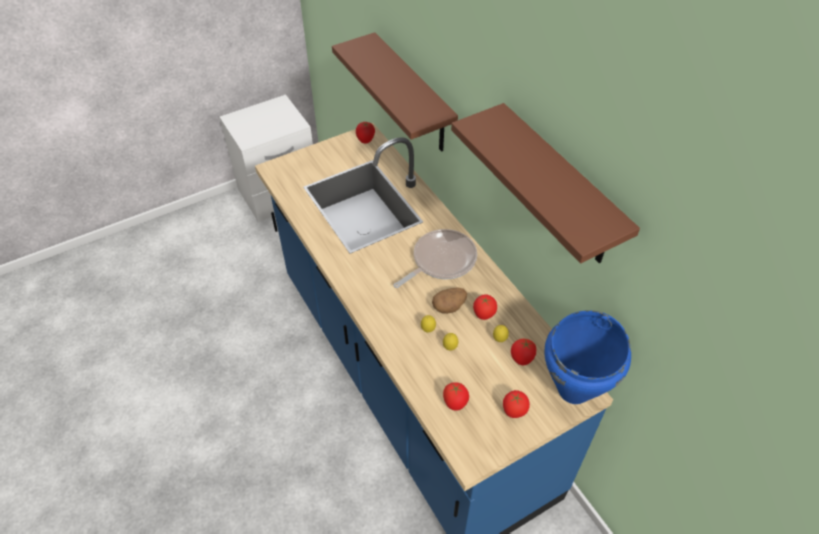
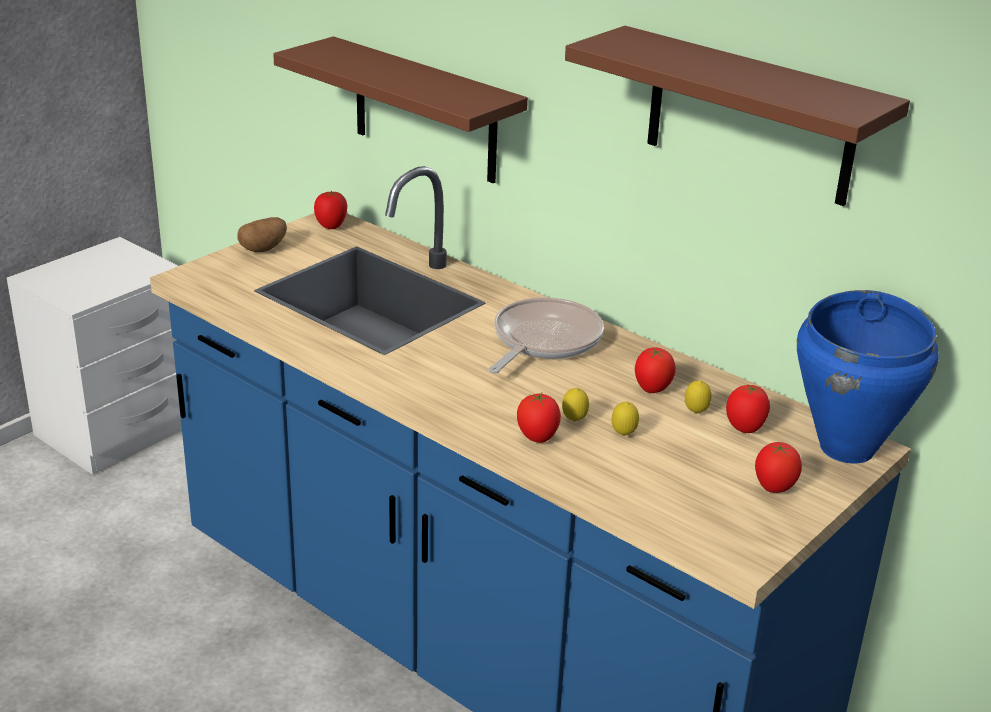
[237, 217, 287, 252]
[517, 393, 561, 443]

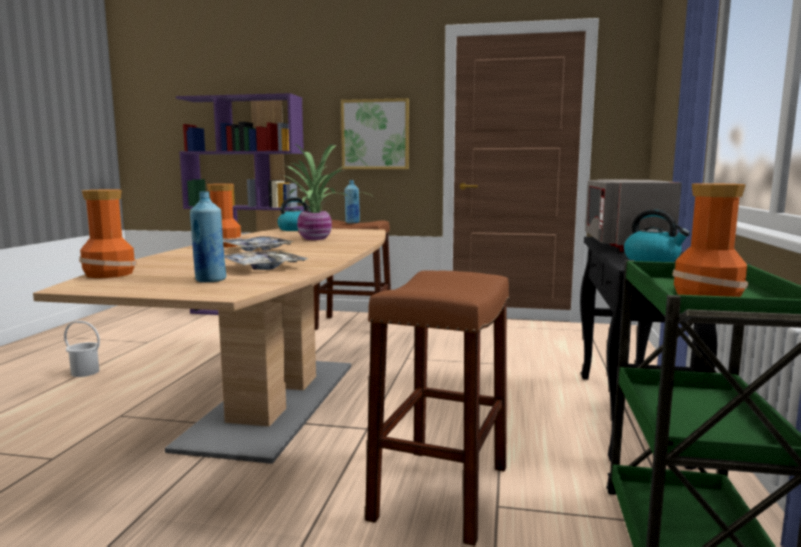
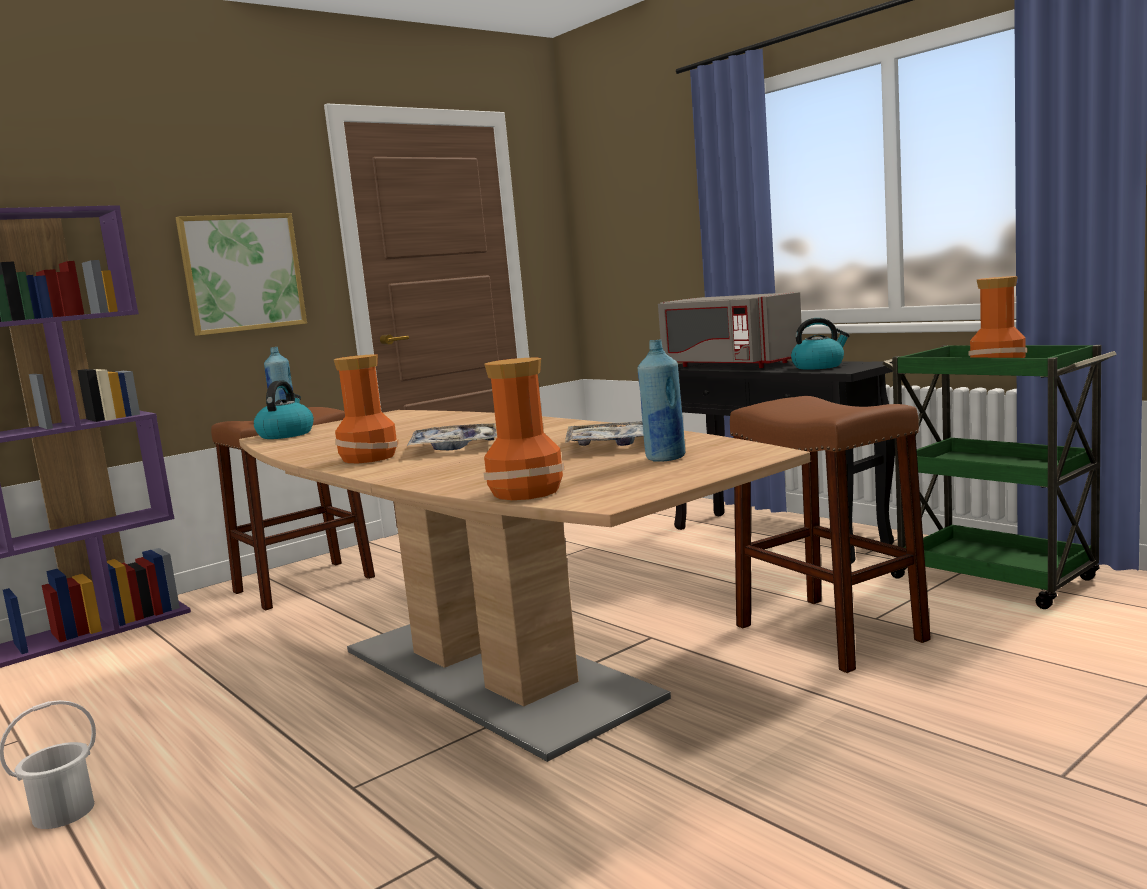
[269, 144, 372, 240] (first image)

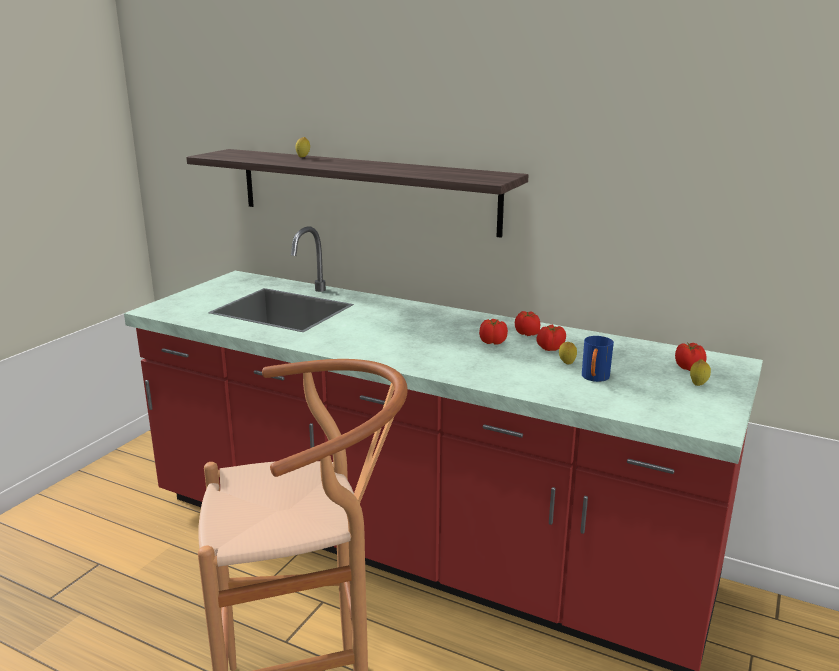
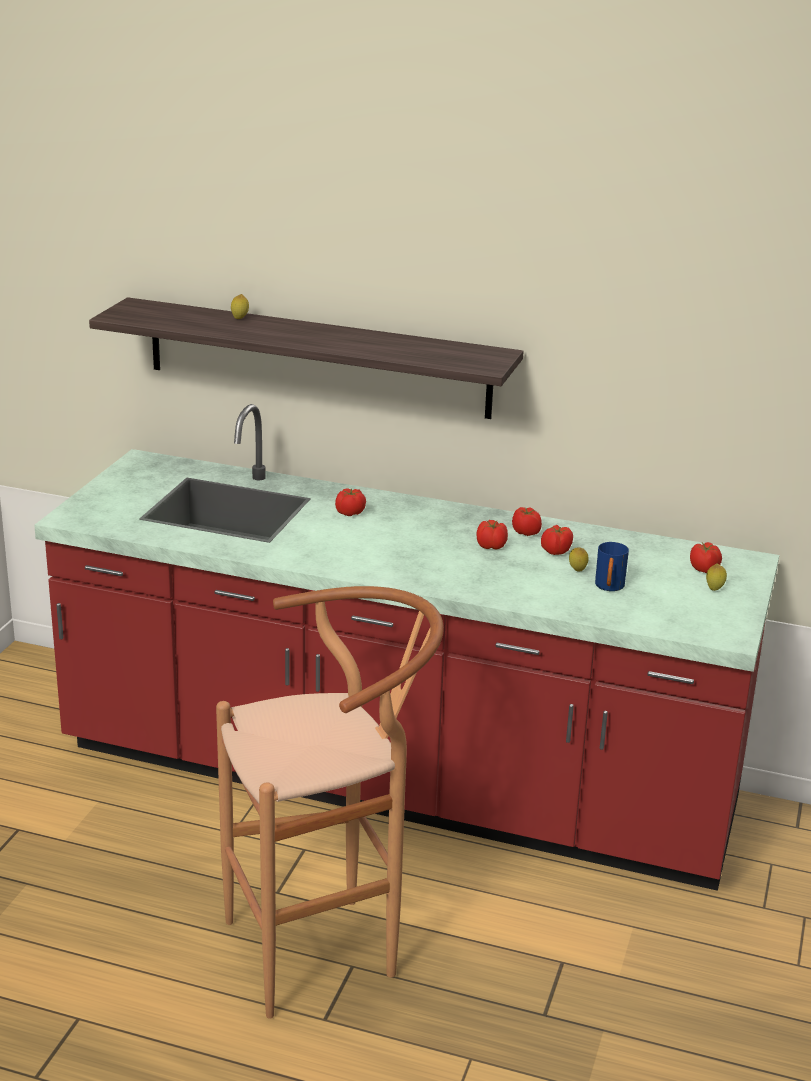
[335, 488, 366, 516]

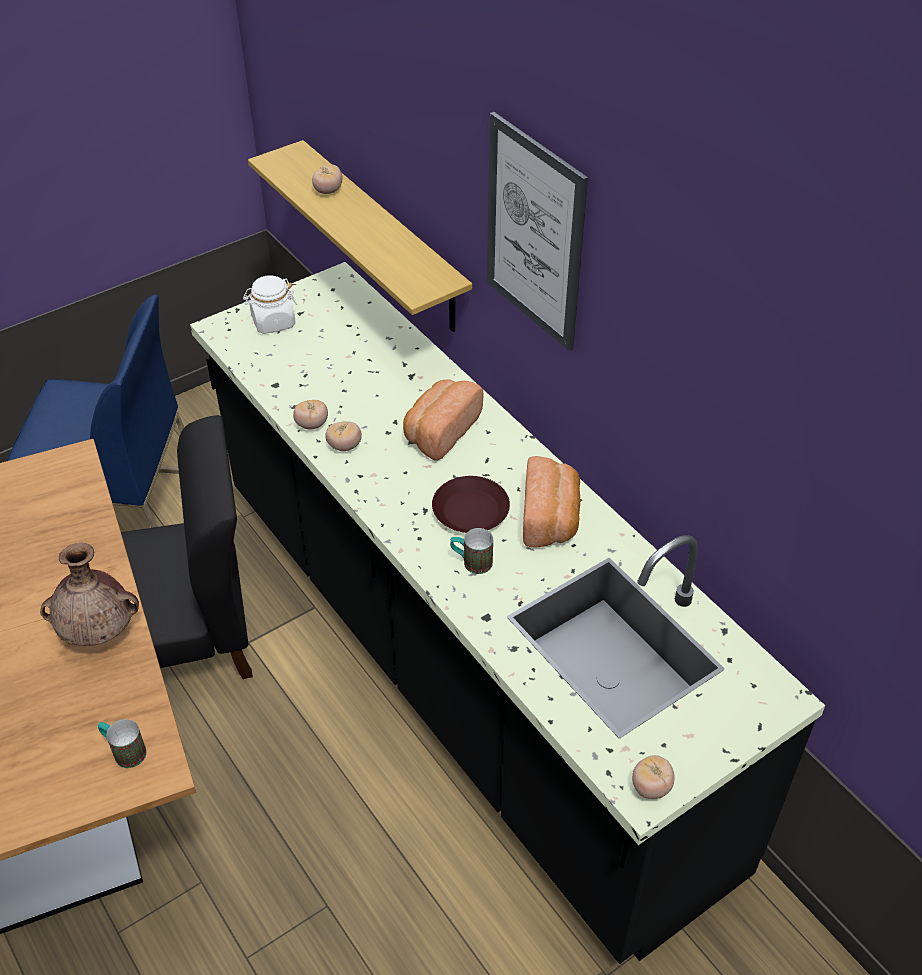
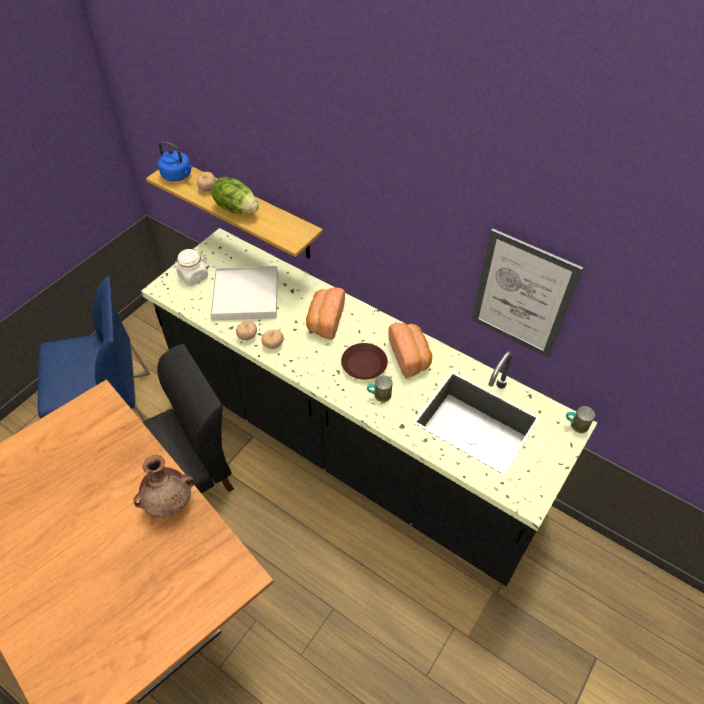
[471, 228, 583, 358]
[566, 406, 595, 433]
[632, 755, 675, 799] (first image)
[158, 141, 193, 181]
[211, 177, 259, 214]
[210, 266, 278, 321]

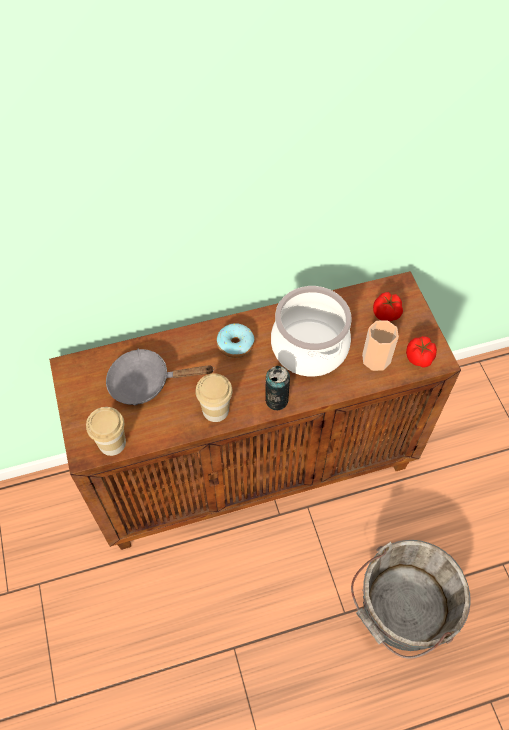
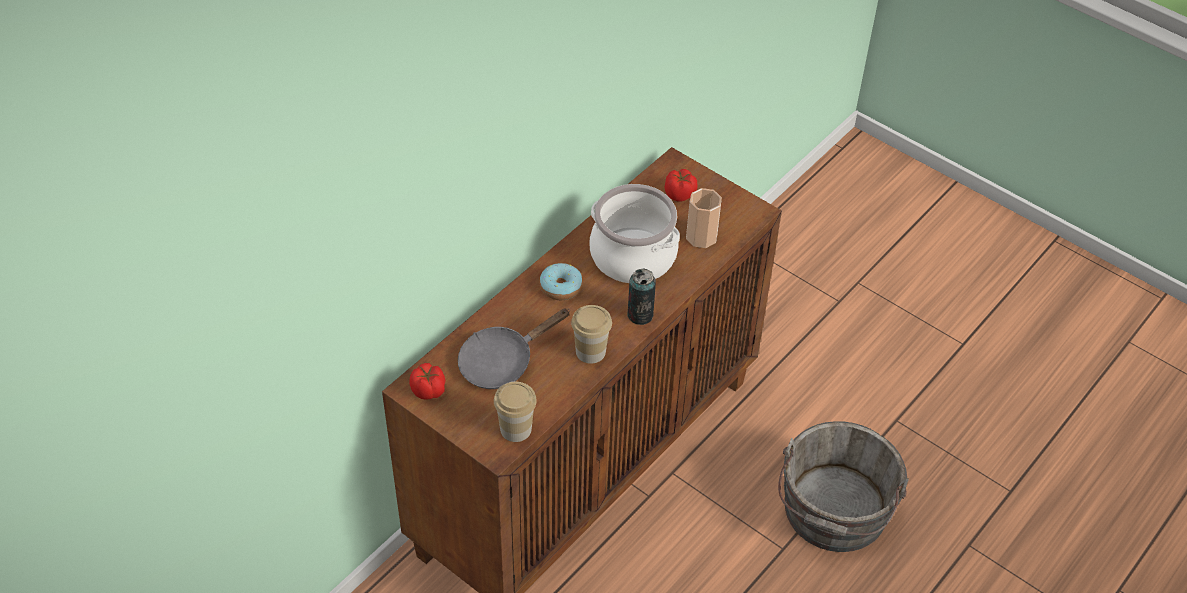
[409, 363, 445, 400]

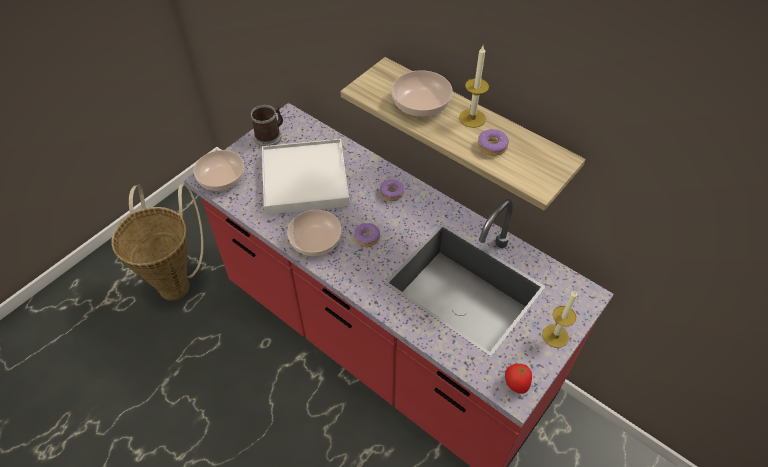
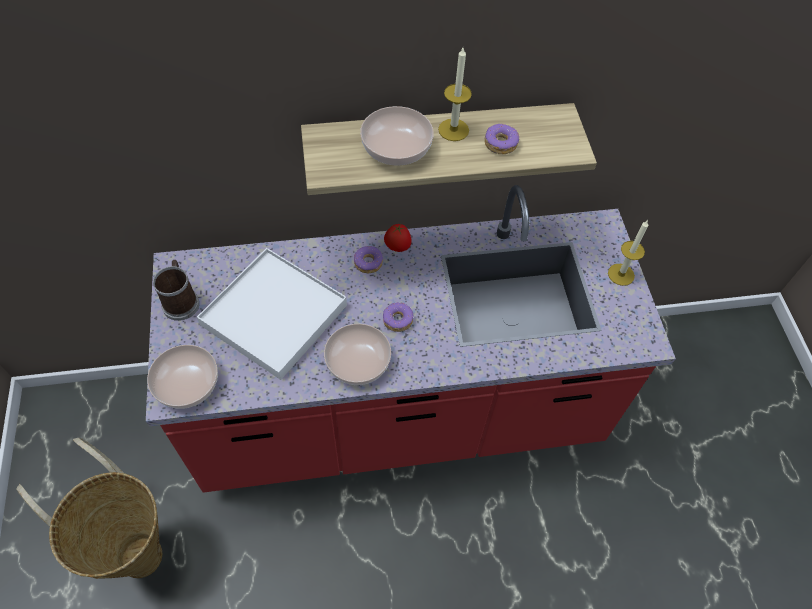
[384, 224, 411, 252]

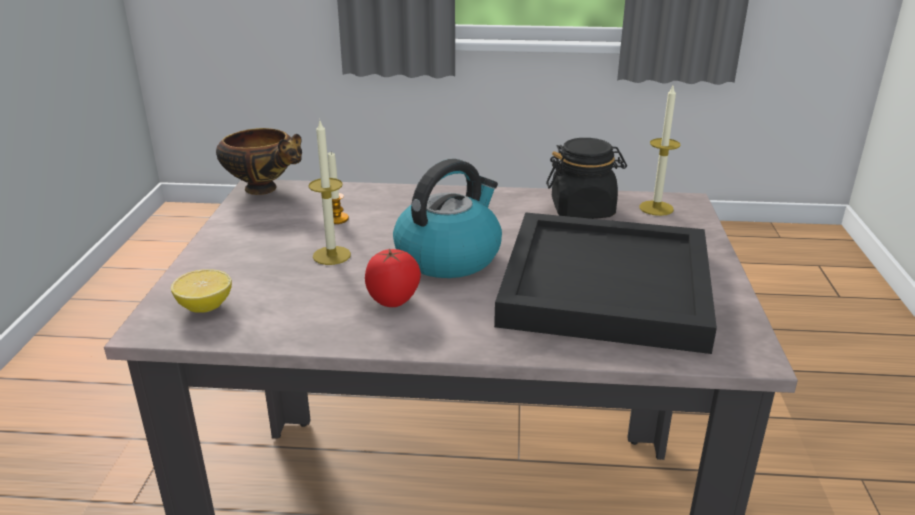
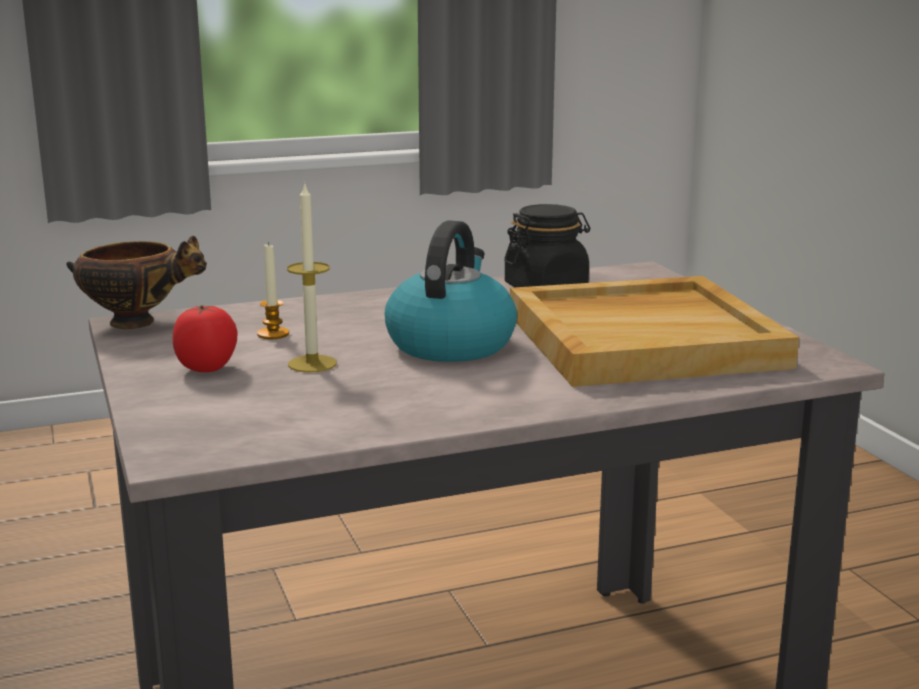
[639, 86, 680, 216] (first image)
[510, 276, 799, 387]
[173, 305, 238, 372]
[171, 269, 232, 313] (first image)

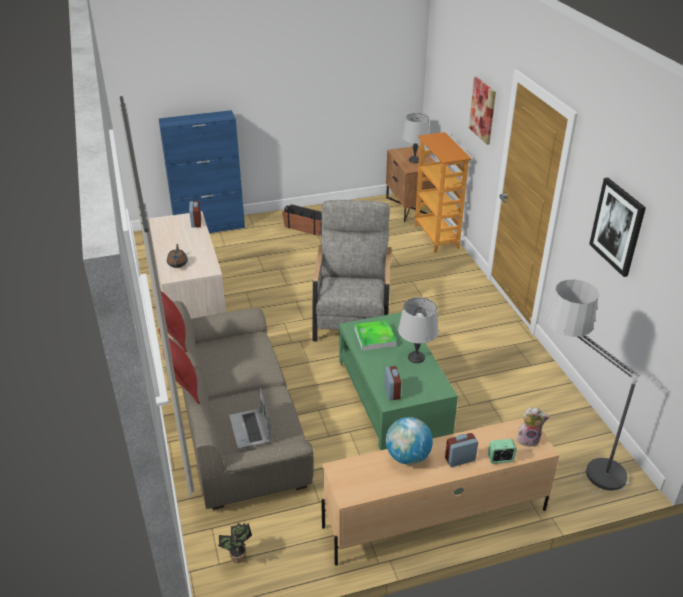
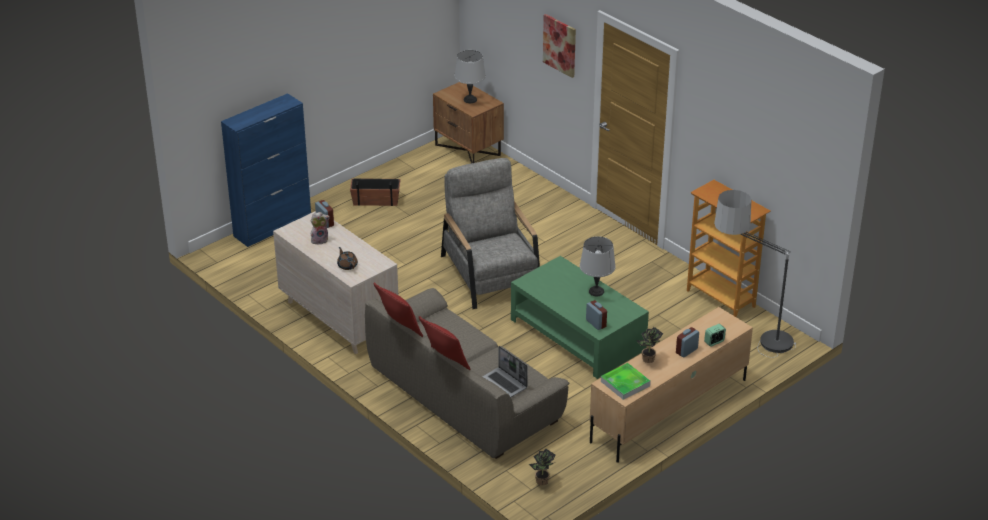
[687, 180, 770, 317]
[589, 177, 646, 277] (first image)
[601, 363, 651, 400]
[311, 212, 330, 245]
[636, 327, 663, 363]

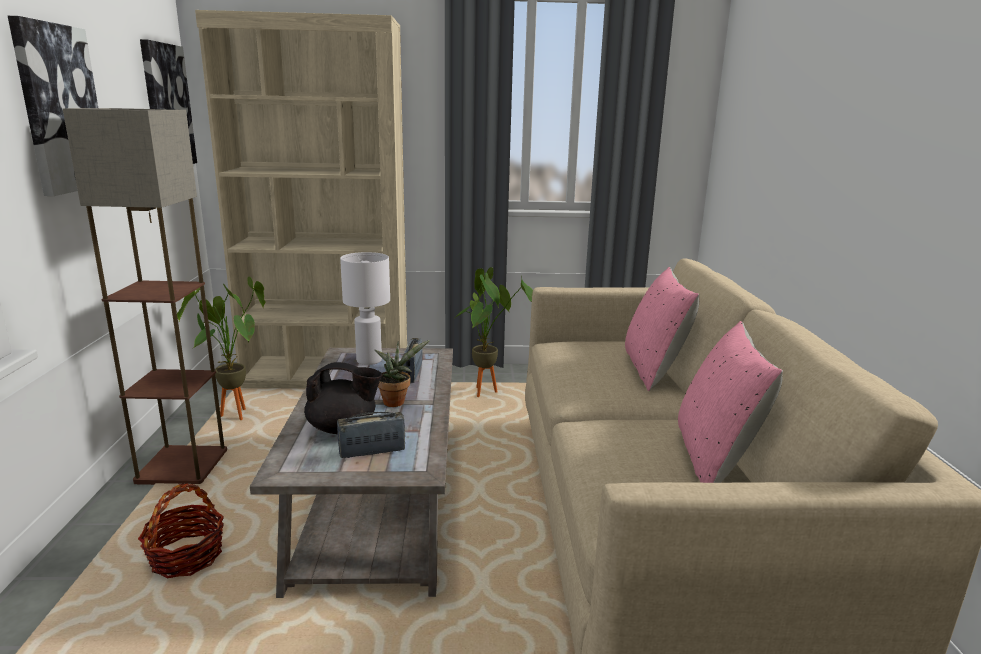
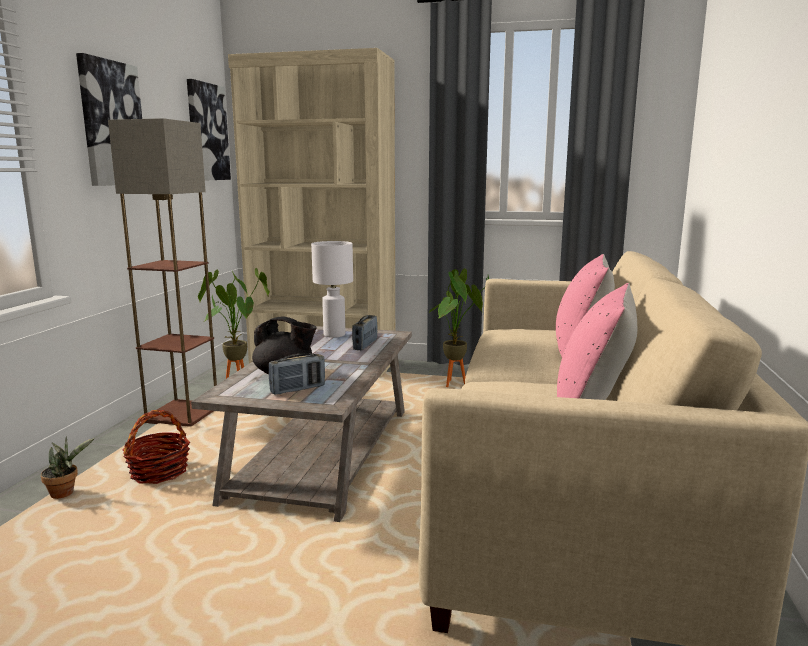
[41, 436, 95, 499]
[269, 353, 325, 395]

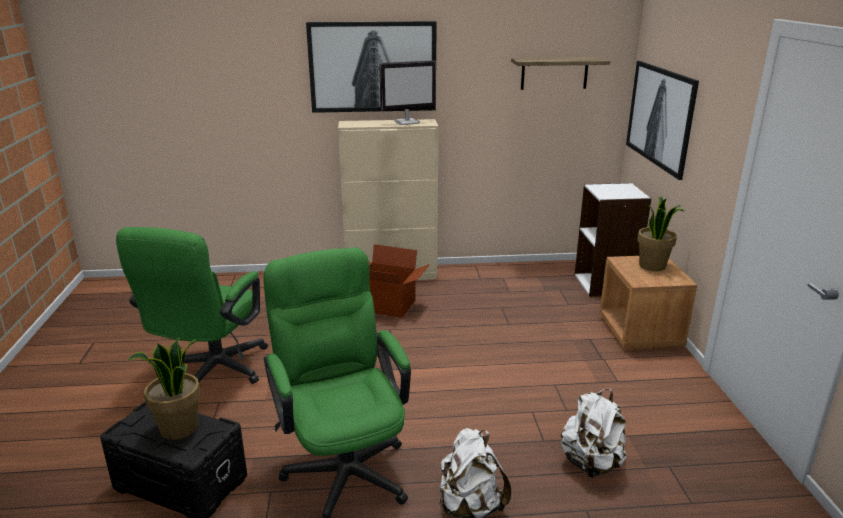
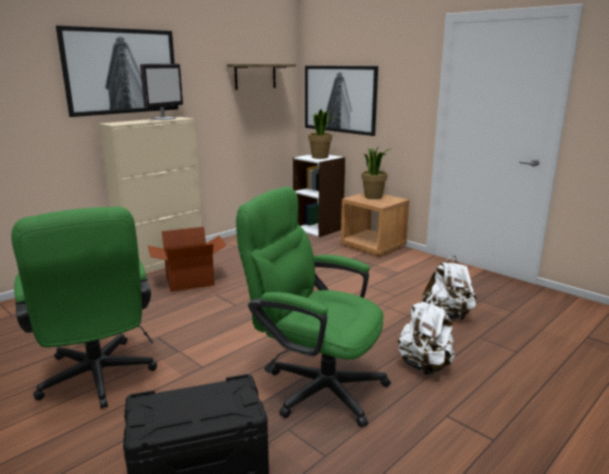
[308, 109, 336, 159]

